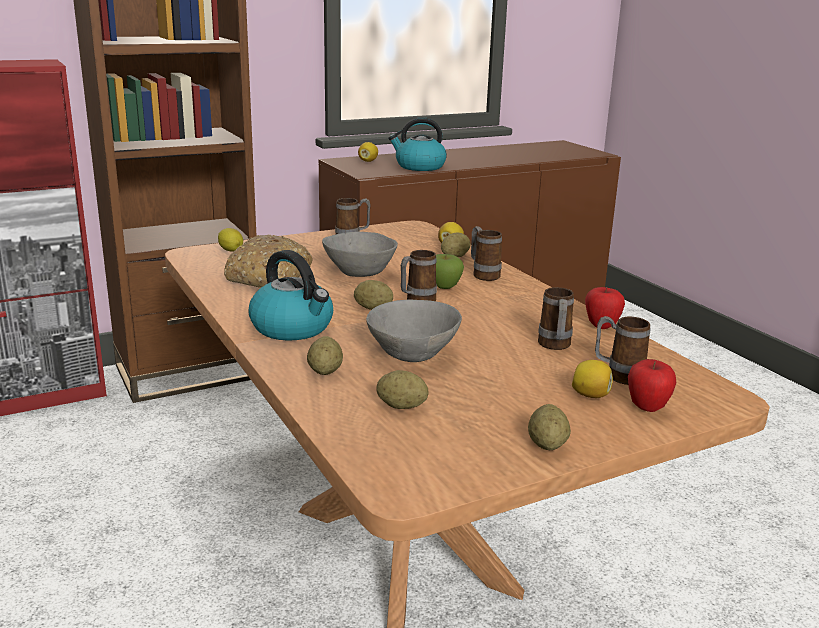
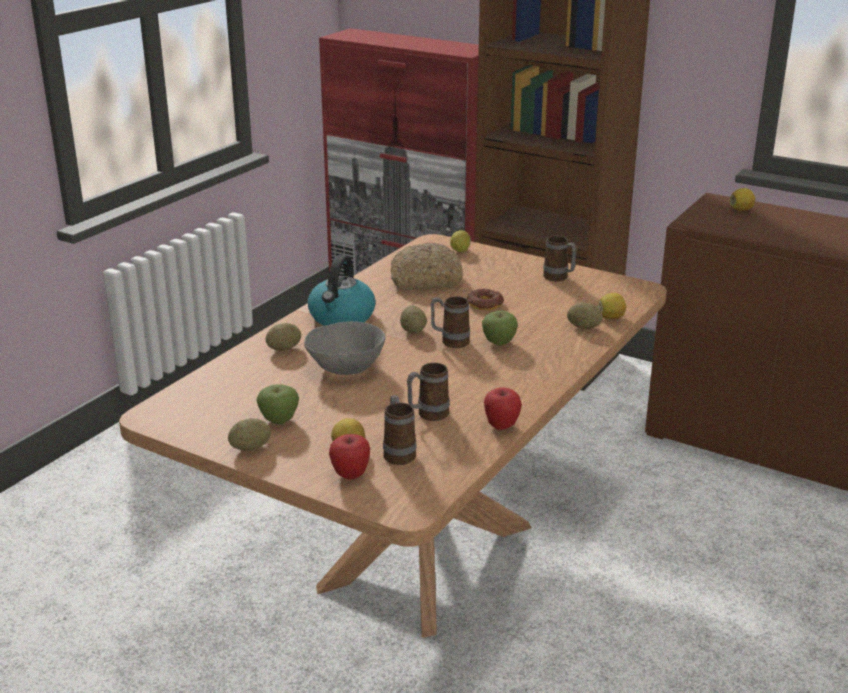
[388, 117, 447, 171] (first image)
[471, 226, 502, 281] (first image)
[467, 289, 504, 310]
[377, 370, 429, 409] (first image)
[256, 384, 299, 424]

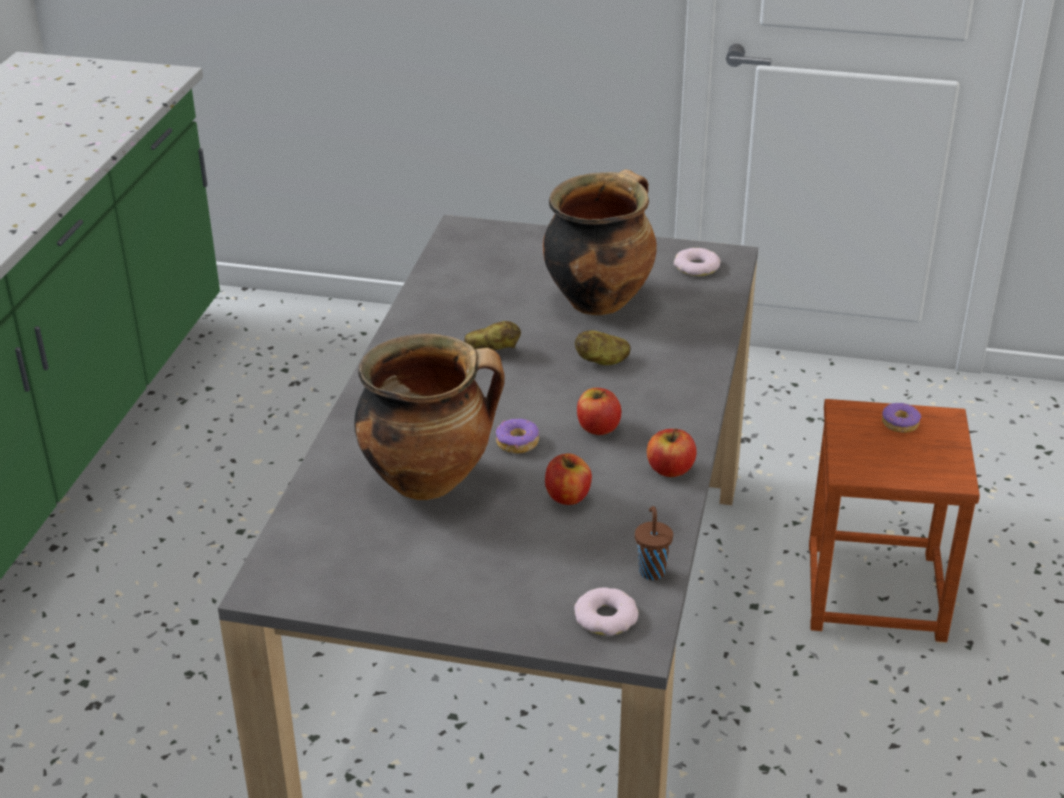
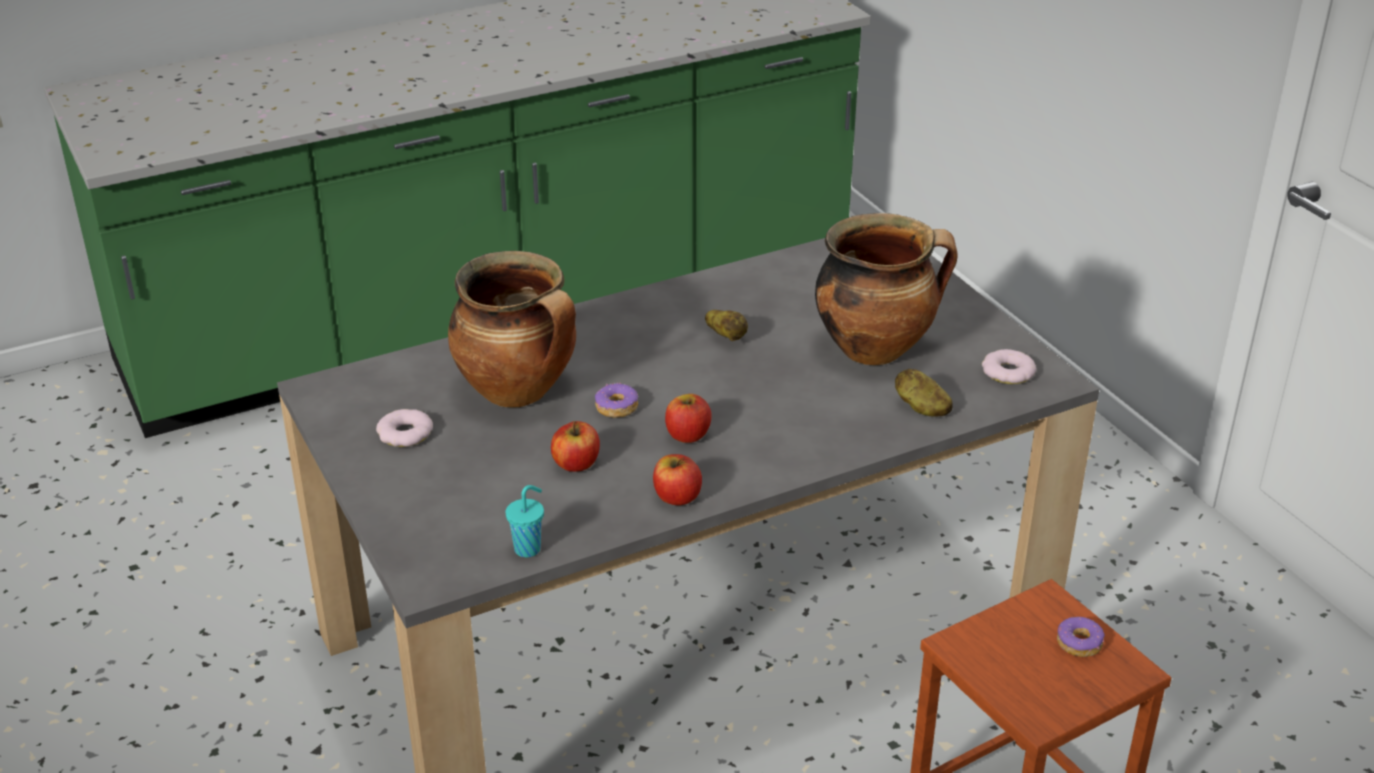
[895, 369, 953, 417]
[506, 485, 544, 558]
[376, 409, 433, 447]

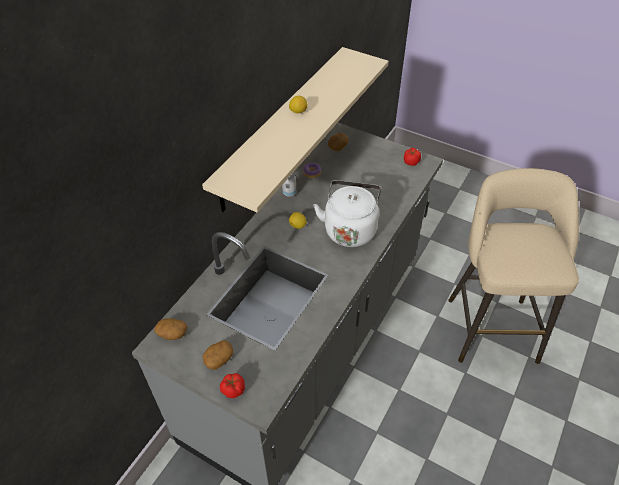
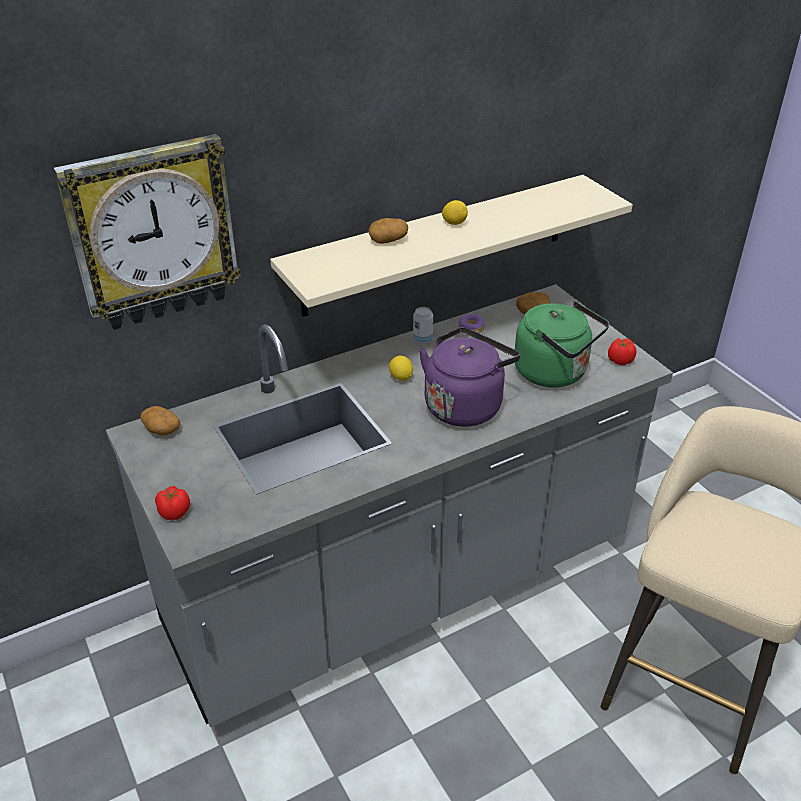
[419, 327, 520, 427]
[368, 218, 408, 244]
[54, 134, 241, 330]
[515, 301, 609, 387]

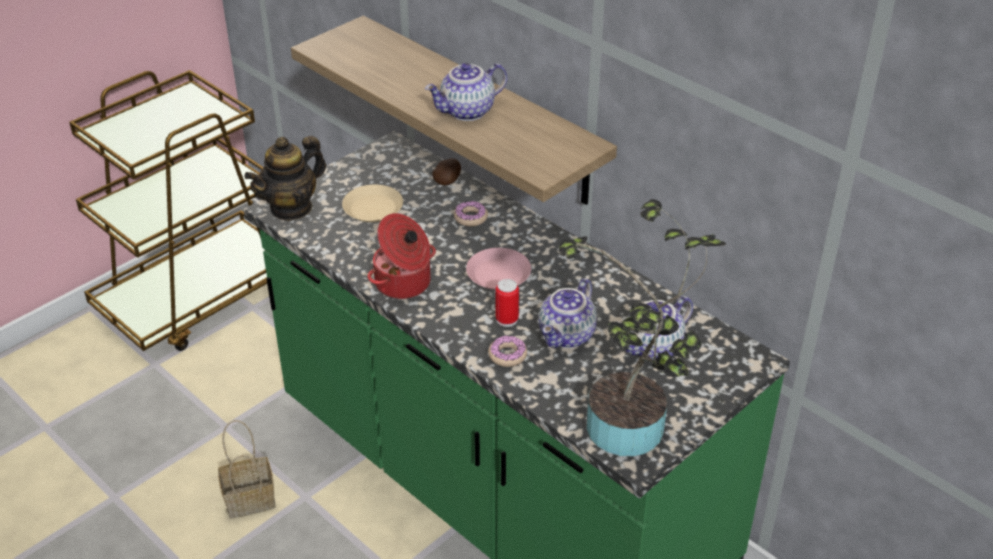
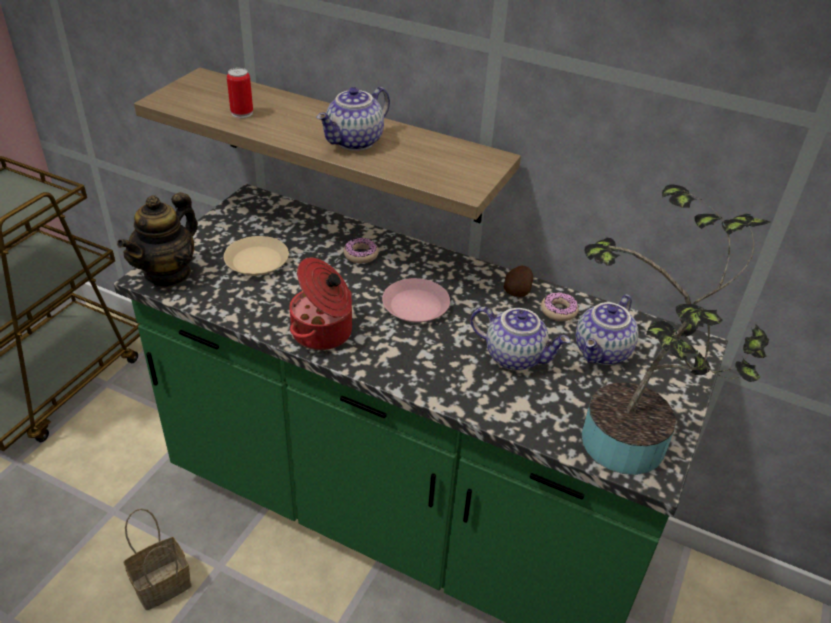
[504, 266, 533, 297]
[471, 307, 570, 371]
[227, 68, 253, 118]
[541, 292, 579, 321]

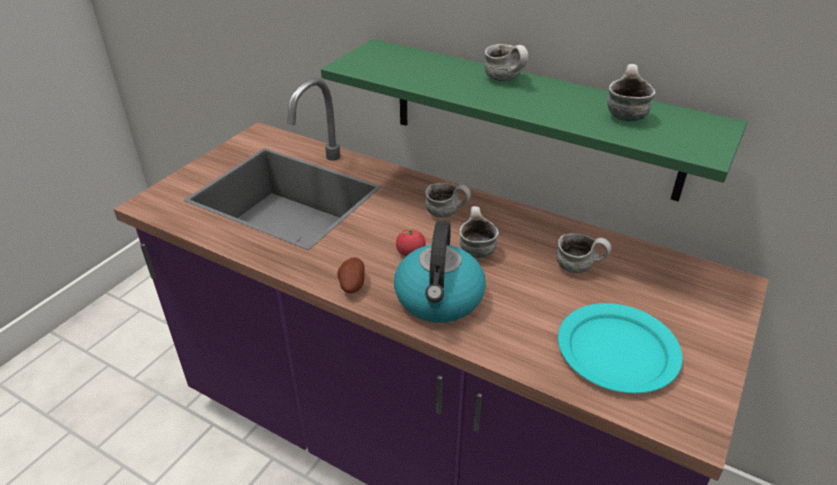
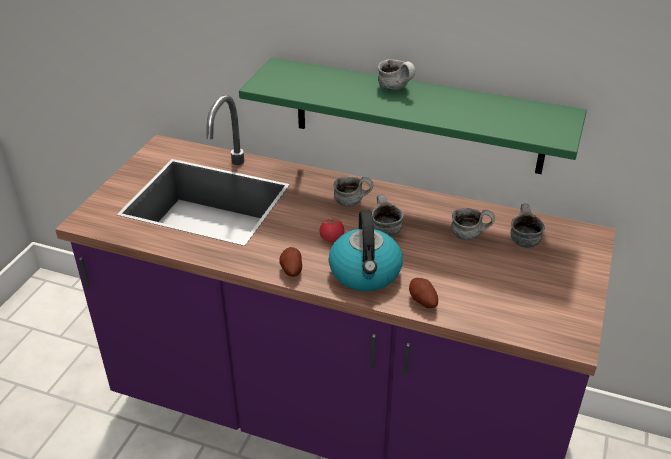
[511, 204, 545, 248]
[558, 303, 683, 393] (first image)
[409, 278, 438, 308]

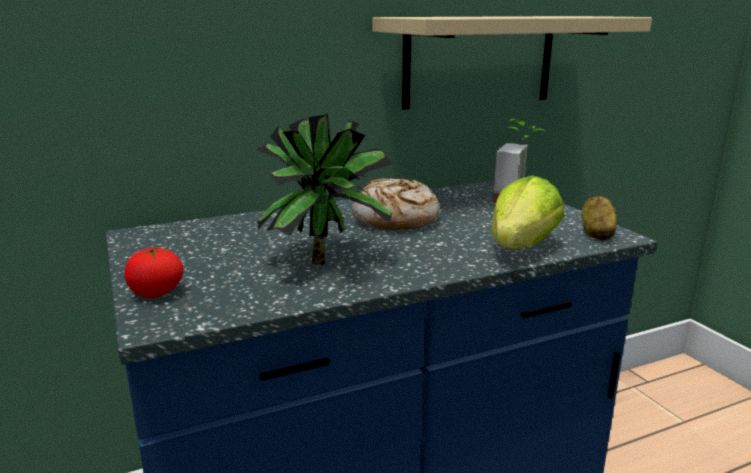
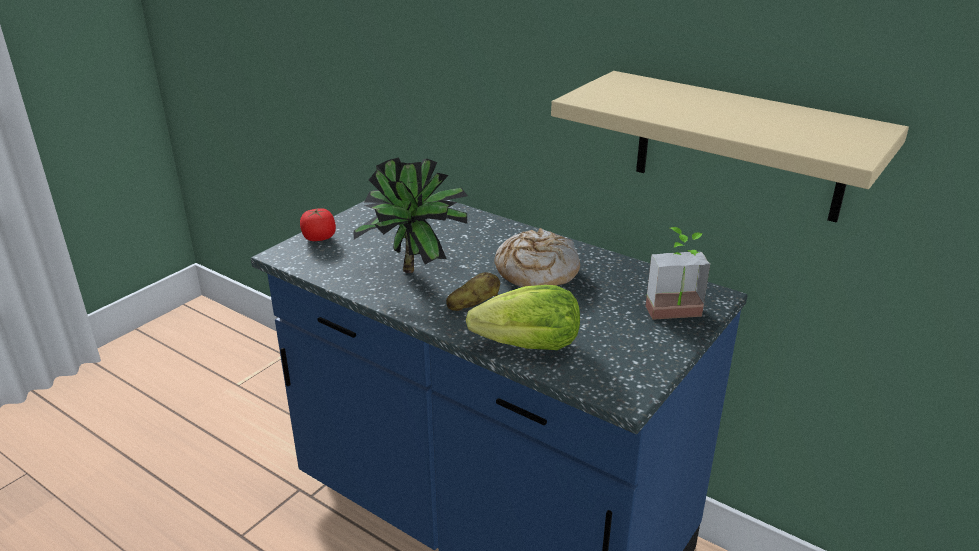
[446, 272, 500, 311]

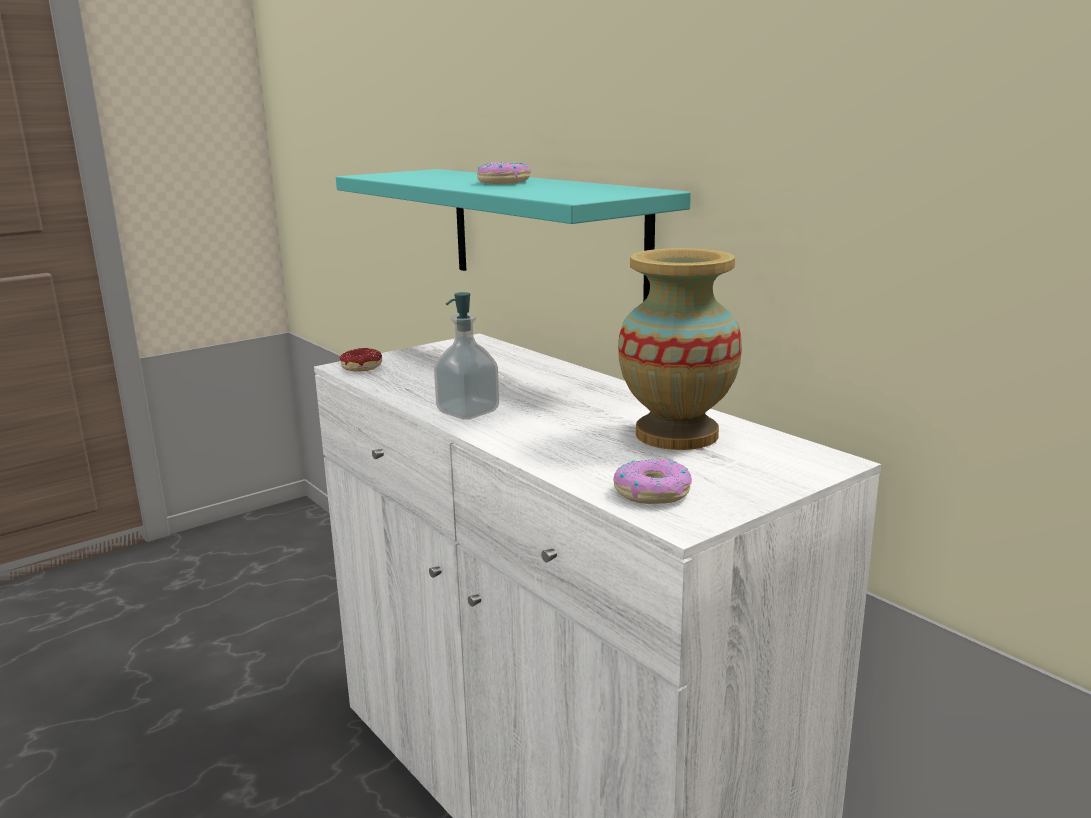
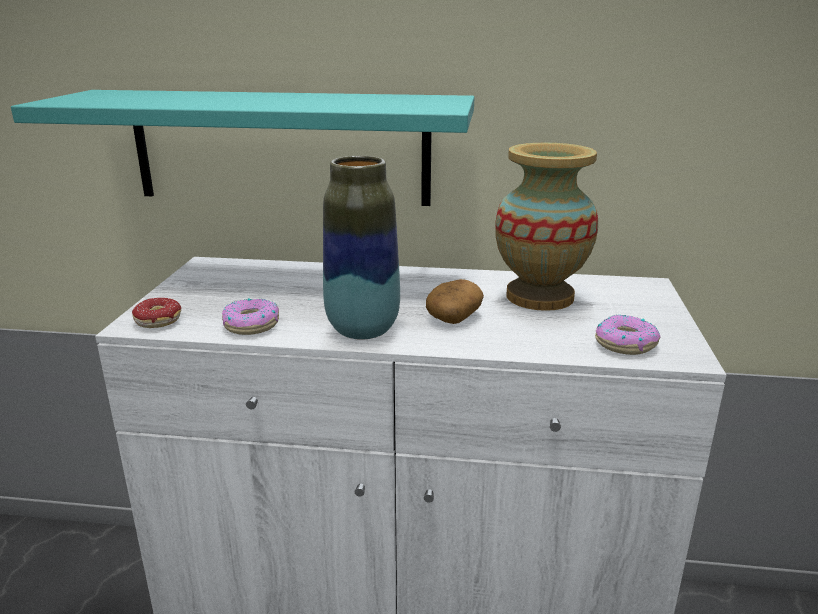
[222, 298, 279, 335]
[323, 156, 400, 340]
[426, 279, 484, 324]

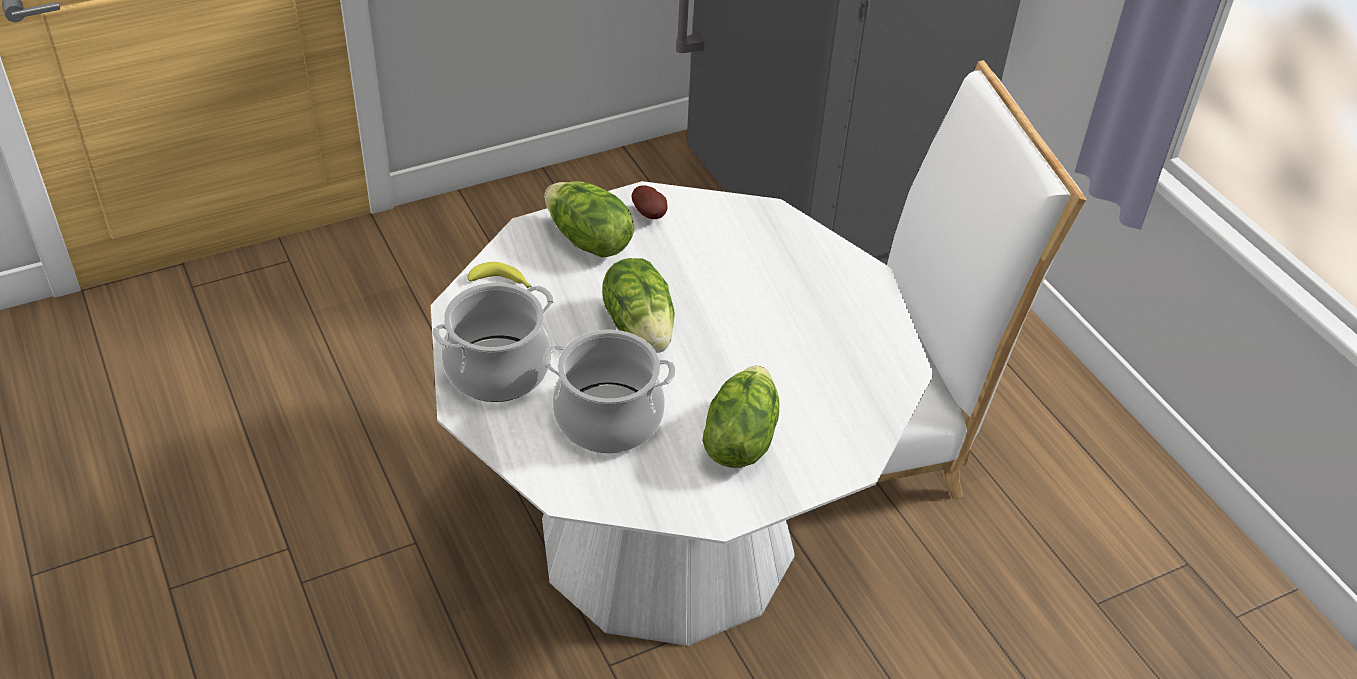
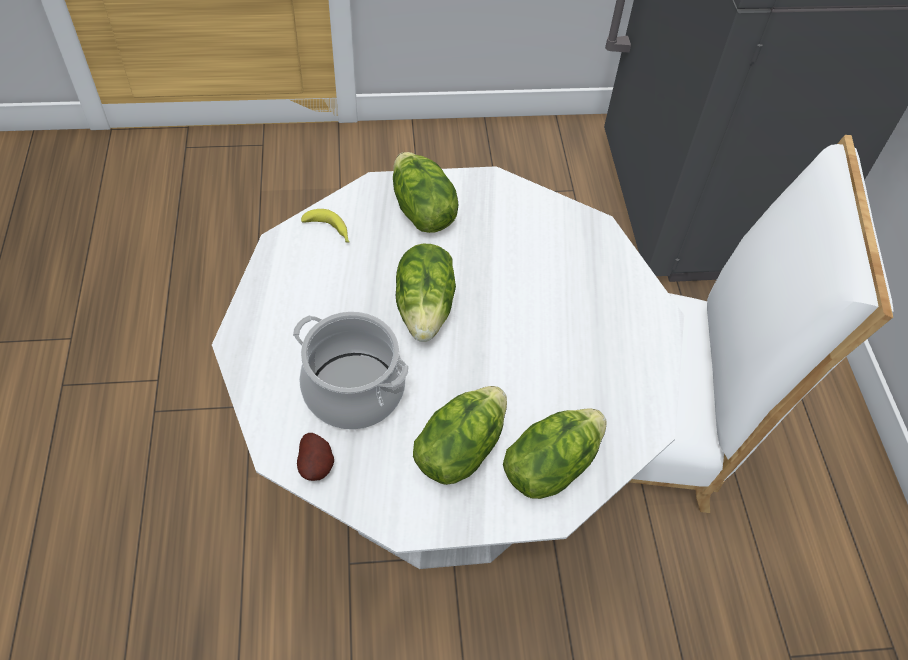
[297, 433, 334, 481]
[433, 282, 554, 402] (first image)
[503, 409, 607, 499]

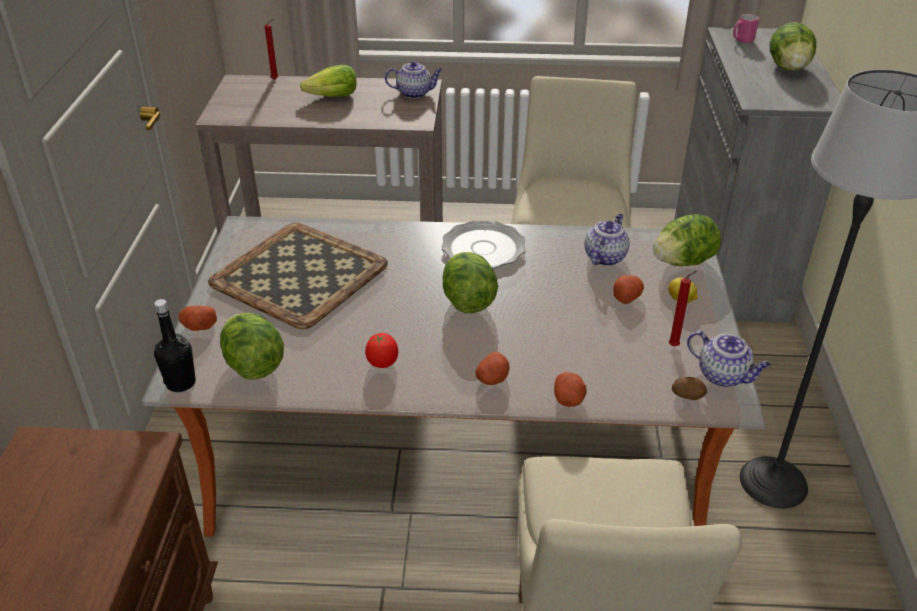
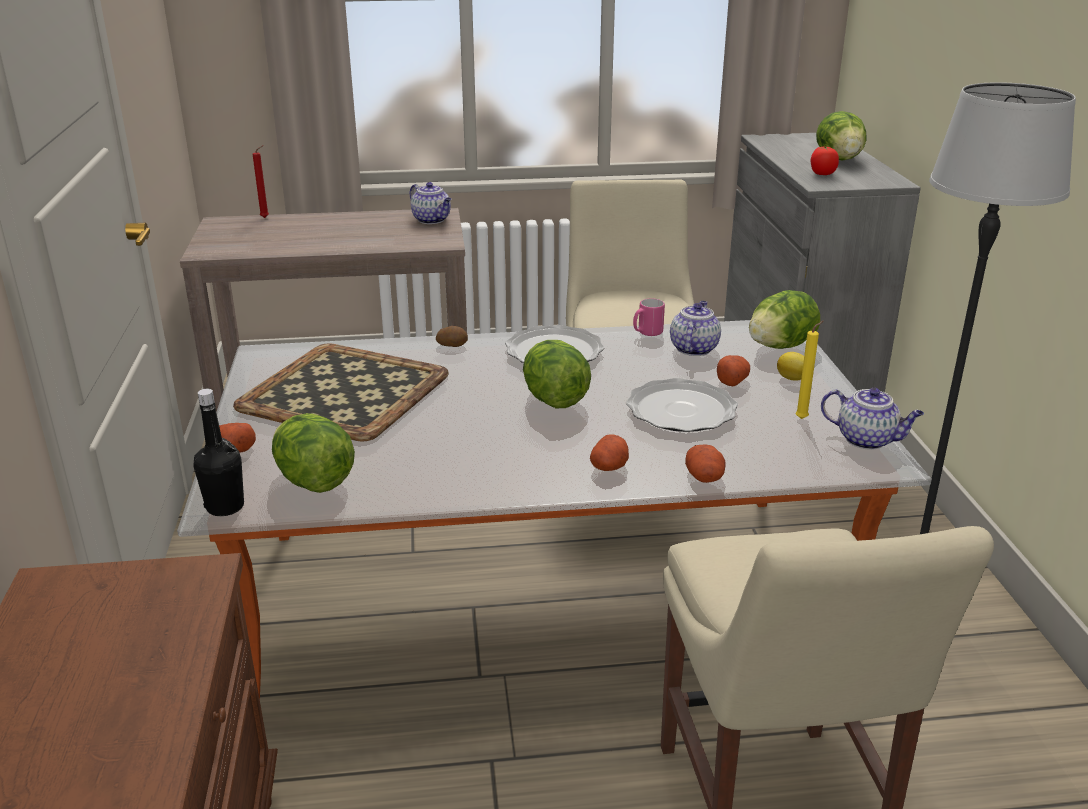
[633, 298, 665, 336]
[410, 182, 451, 224]
[300, 65, 357, 97] (first image)
[795, 321, 824, 419]
[811, 146, 839, 175]
[436, 326, 468, 347]
[626, 378, 738, 432]

